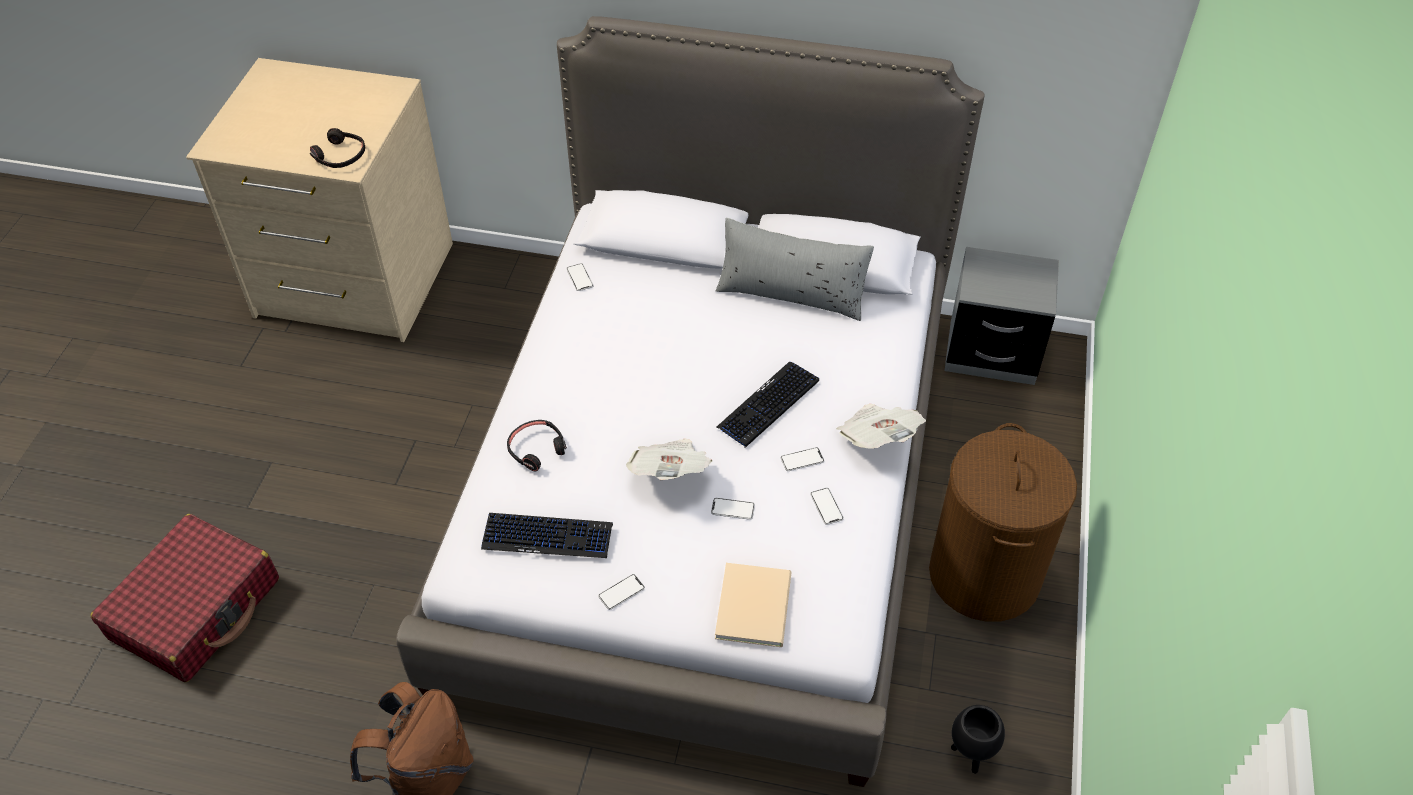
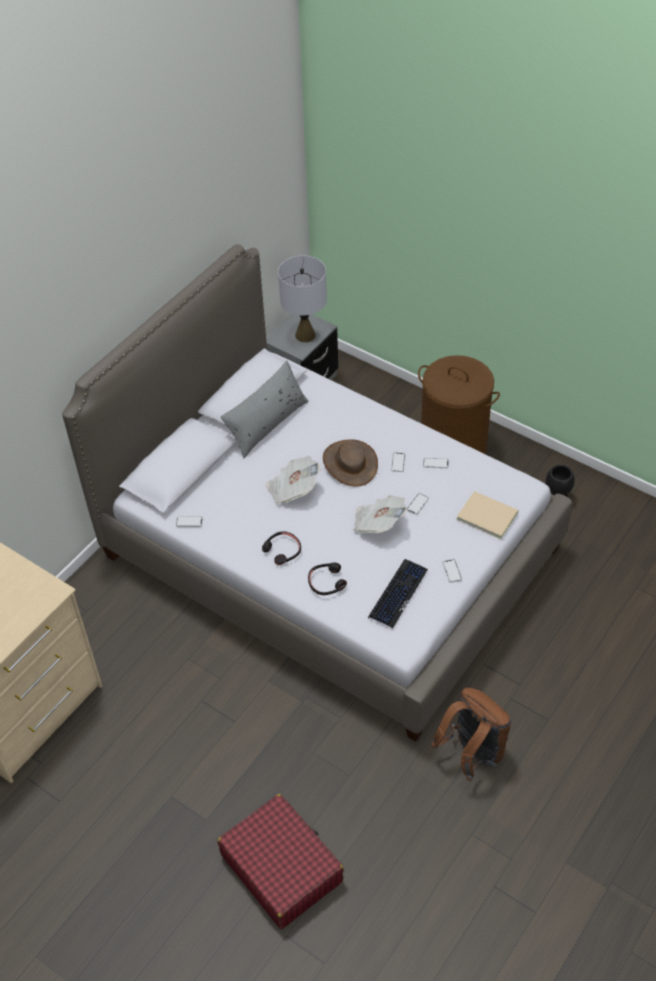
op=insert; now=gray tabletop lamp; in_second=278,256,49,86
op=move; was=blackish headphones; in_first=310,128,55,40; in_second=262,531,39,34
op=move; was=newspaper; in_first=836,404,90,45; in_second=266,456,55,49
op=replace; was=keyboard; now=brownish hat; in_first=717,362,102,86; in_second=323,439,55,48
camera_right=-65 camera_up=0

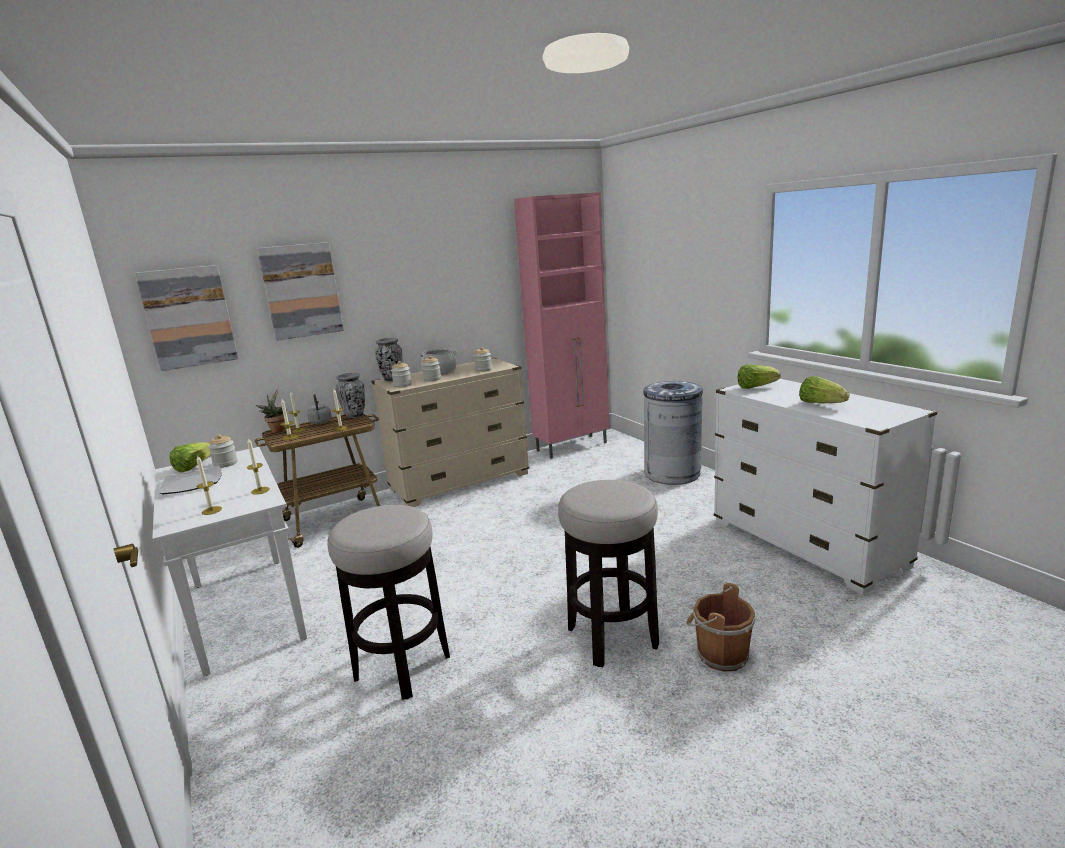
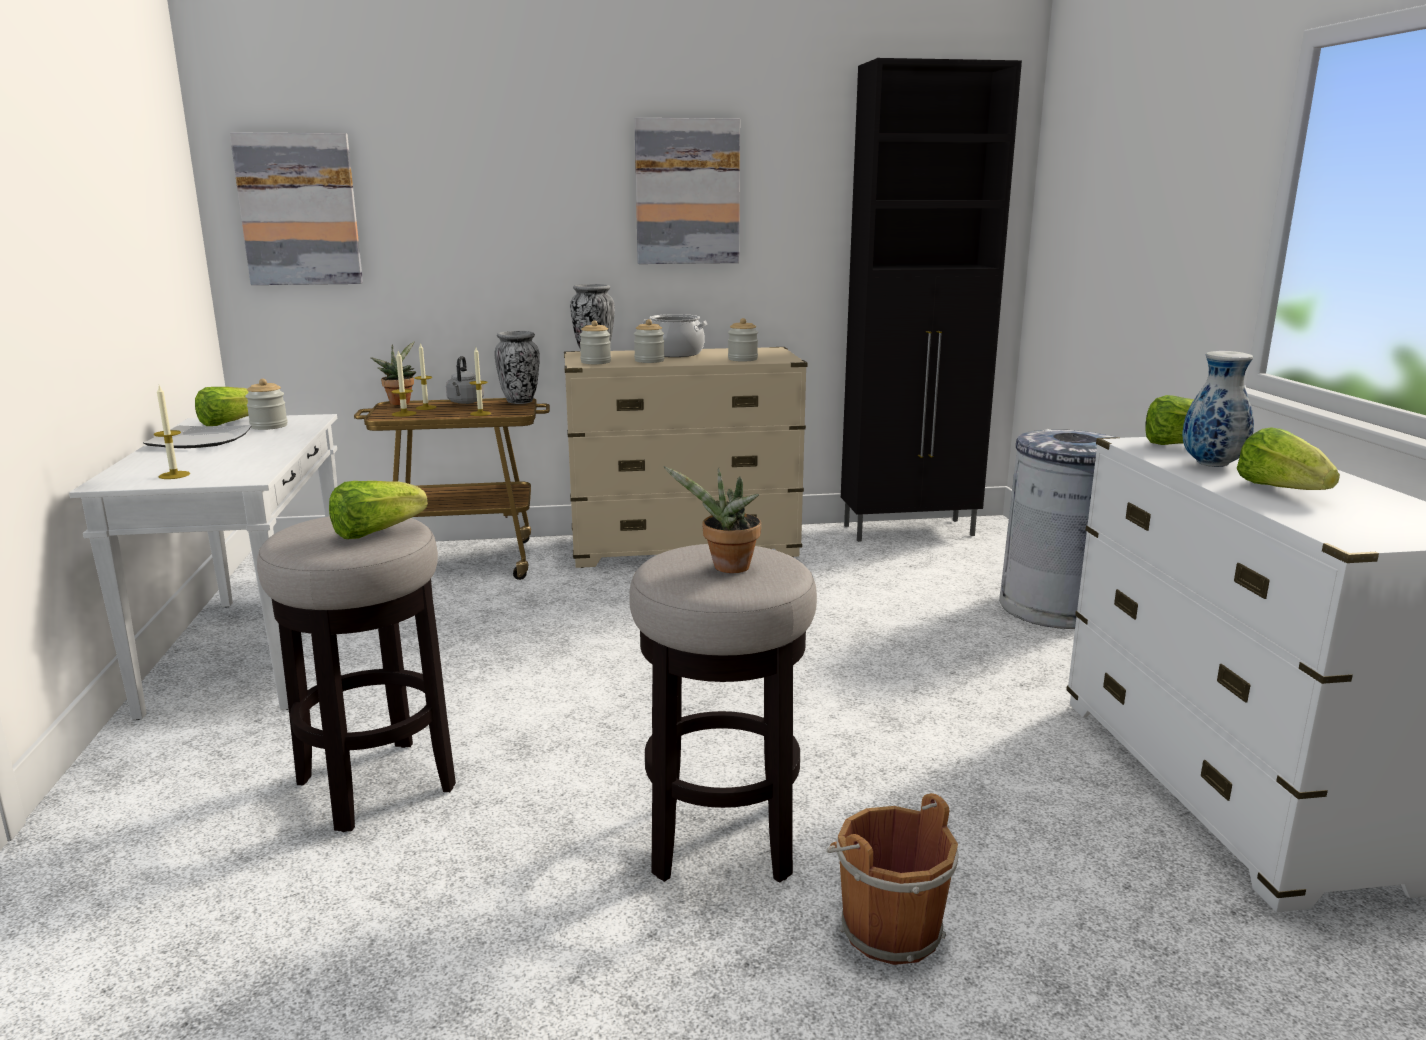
op=delete; was=candle; in_first=247,438,23,57
op=insert; now=head of lettuce; in_second=329,481,99,58
op=insert; now=potted plant; in_second=663,466,98,107
op=insert; now=flower vase; in_second=1182,351,72,116
op=move; was=wall picture; in_first=257,242,87,99; in_second=634,118,106,146
op=recolor; was=pinkish storage cabinet; now=blackish storage cabinet; in_first=514,192,95,267; in_second=841,58,181,484
camera_right=20 camera_up=0

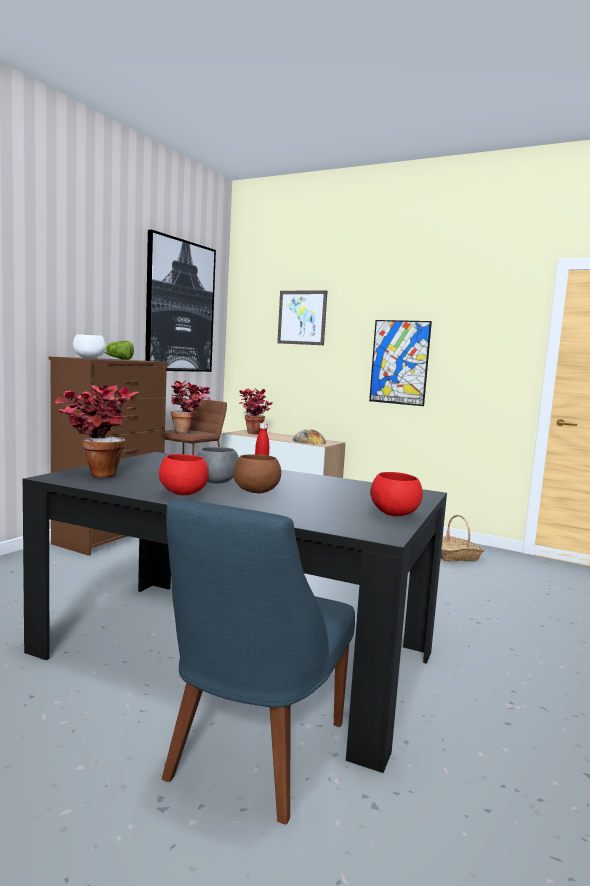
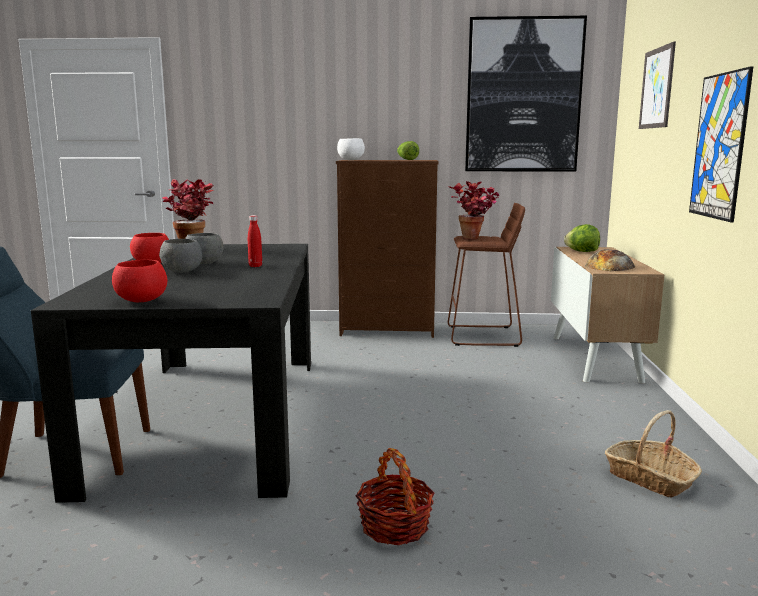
op=insert; now=basket; in_second=356,448,78,97
op=replace; was=potted plant; now=head of lettuce; in_first=239,388,34,46; in_second=564,224,36,28
op=recolor; was=brownish deep dish; now=gray deep dish; in_first=233,455,48,39; in_second=159,239,43,34
camera_right=65 camera_up=5

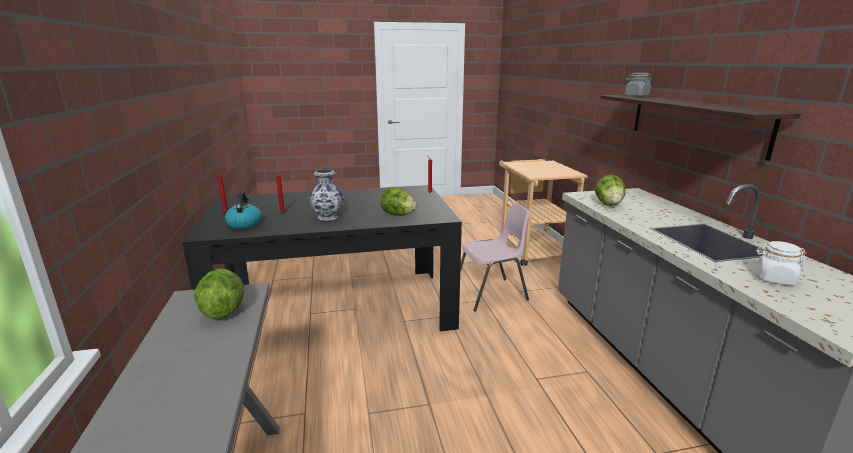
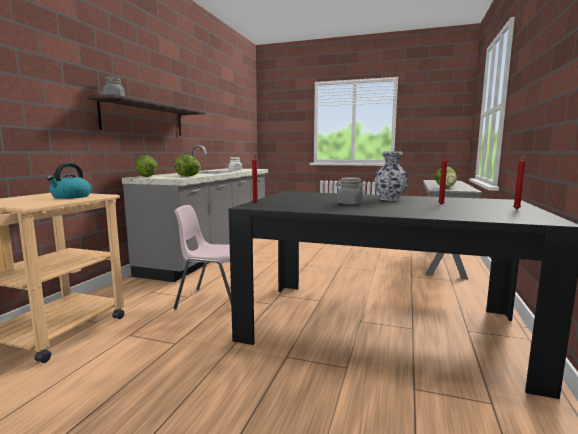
op=insert; now=gray jar; in_second=336,177,29,28
op=move; was=kettle; in_first=225,192,37,37; in_second=47,163,44,36
op=move; was=head of lettuce; in_first=380,187,37,29; in_second=135,155,23,22
camera_right=-150 camera_up=-10

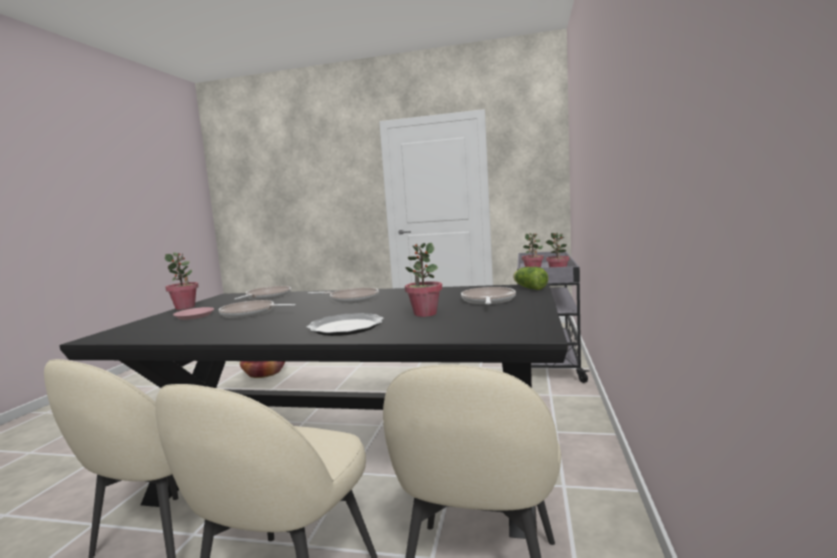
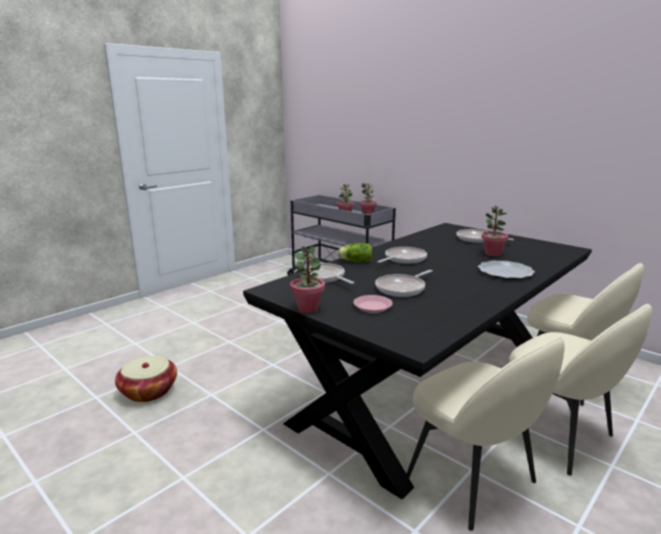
op=move; was=head of lettuce; in_first=513,267,35,23; in_second=338,243,35,19
camera_right=-60 camera_up=10

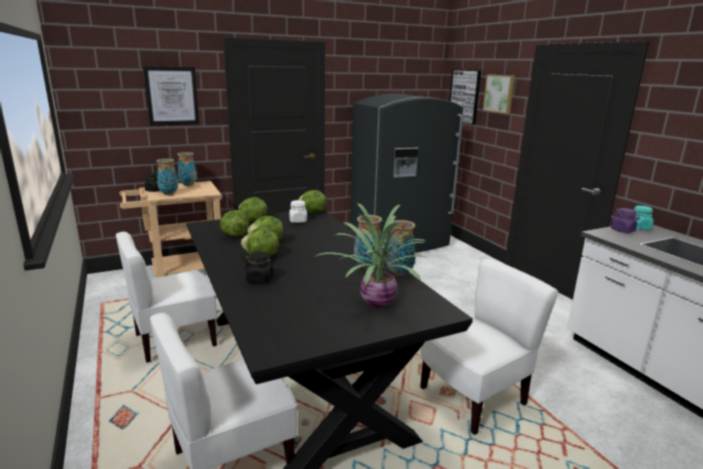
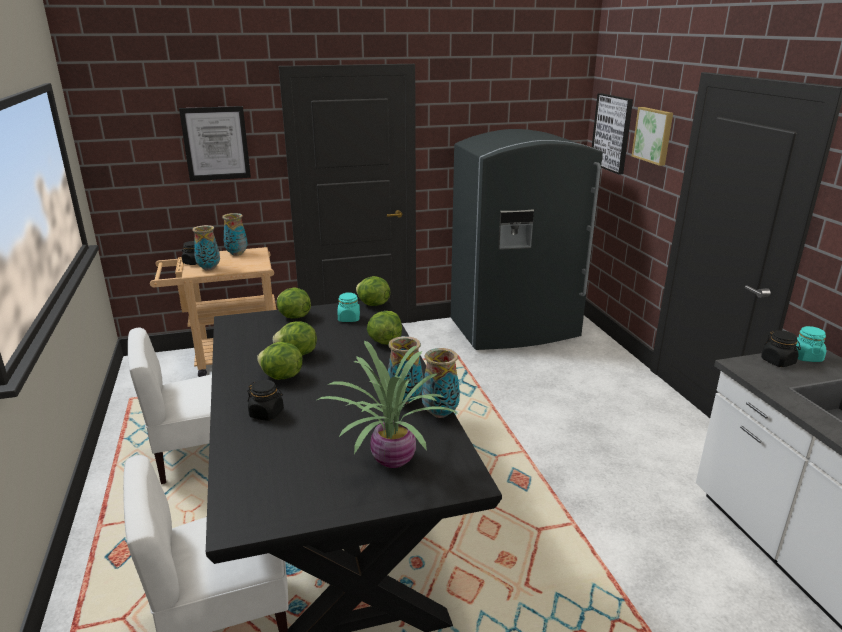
op=delete; was=white chair; in_first=420,258,138,177
op=move; was=head of lettuce; in_first=220,210,29,27; in_second=367,311,35,34
op=recolor; was=white jar; now=turquoise-coloured jar; in_first=289,200,18,23; in_second=338,292,22,30
op=recolor; was=purple jar; now=blackish jar; in_first=611,208,29,25; in_second=761,330,40,37
camera_right=10 camera_up=5

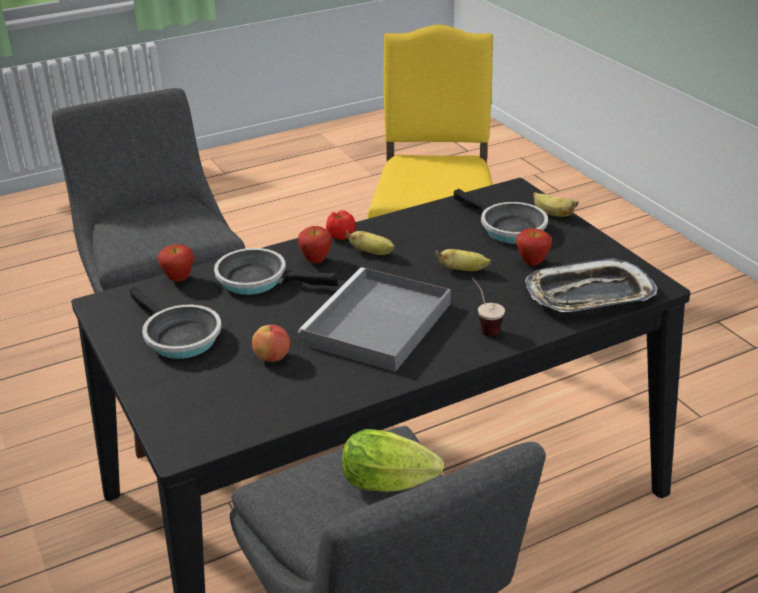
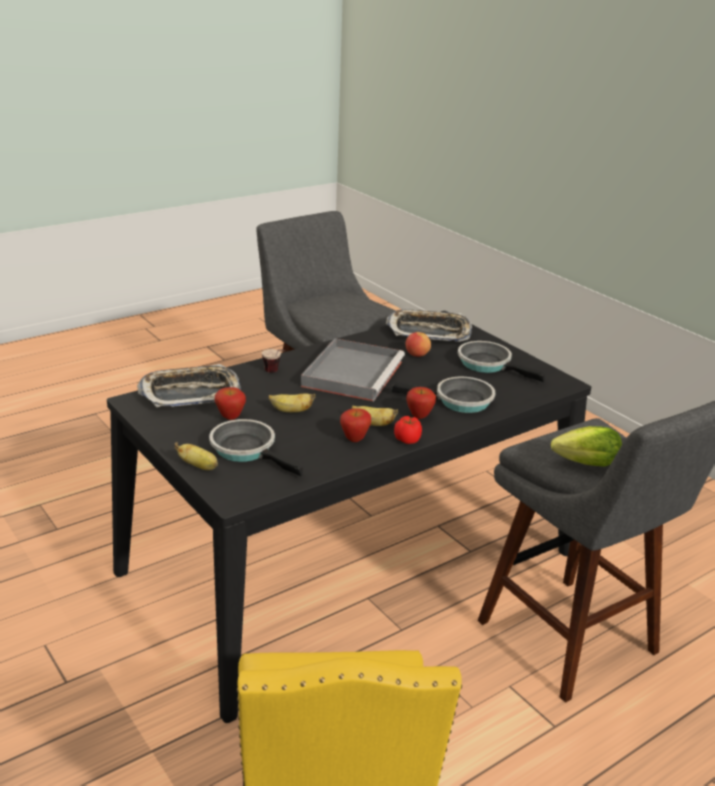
op=insert; now=tray; in_second=386,309,86,33
op=move; was=whole apple; in_first=158,245,36,37; in_second=340,408,31,34
op=move; was=head of lettuce; in_first=342,429,102,63; in_second=551,426,71,41
camera_right=170 camera_up=-5

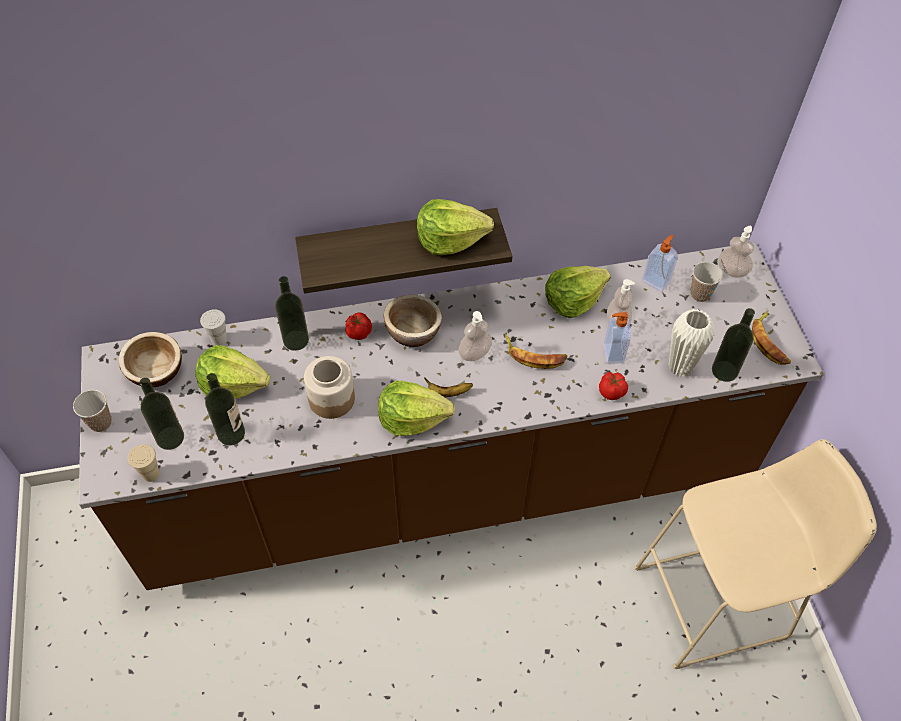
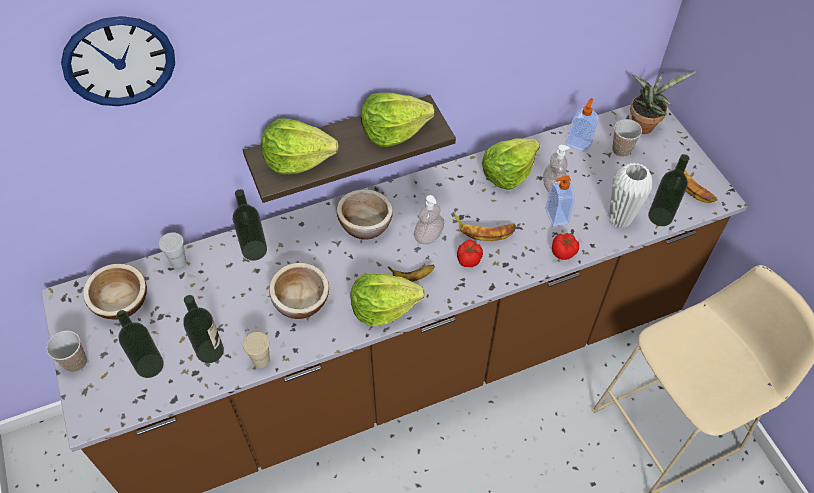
op=insert; now=clock on the wall; in_second=61,16,114,90
op=move; was=beige-coloured drinking cup; in_first=128,444,32,38; in_second=243,332,27,36
op=move; was=head of lettuce; in_first=195,345,75,54; in_second=261,119,78,55
op=move; was=whole tomato; in_first=346,312,26,28; in_second=457,240,26,27
op=replace; was=jar; now=deep dish; in_first=304,356,51,63; in_second=269,263,60,56
op=replace; was=soap bottle; now=potted plant; in_first=718,226,36,52; in_second=630,71,66,63
camera_right=-10 camera_up=0

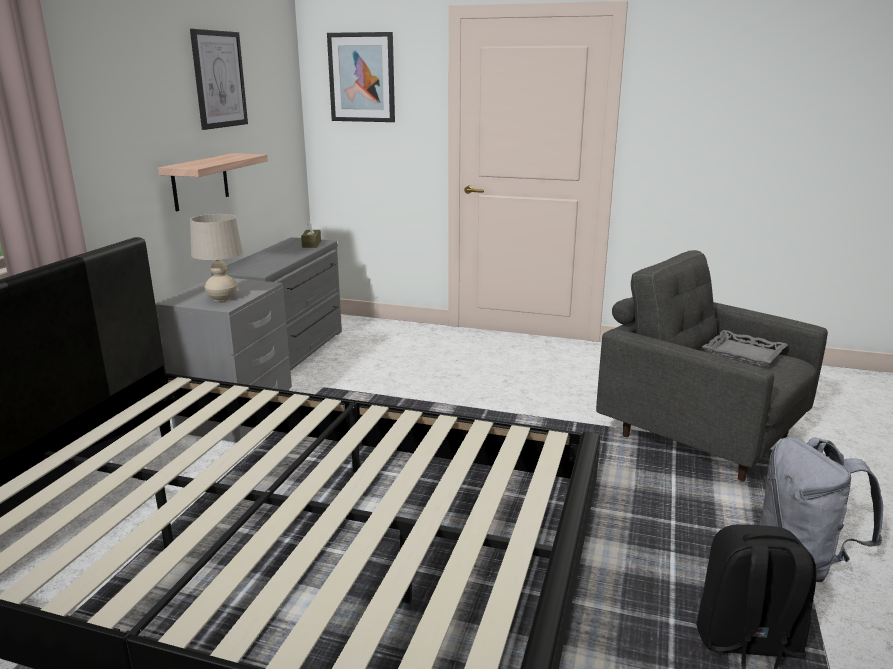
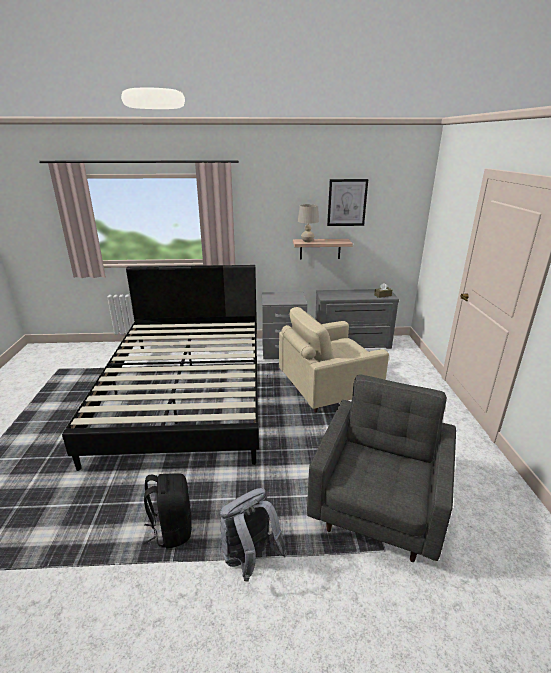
op=delete; was=wall picture; in_first=327,32,68,90
op=delete; was=gray tray; in_first=702,330,86,37
op=insert; now=beige-coloured lounge chair; in_second=279,307,110,106
op=move; was=beige-coloured tabletop lamp; in_first=190,214,53,87; in_second=298,204,21,39
camera_right=70 camera_up=5

